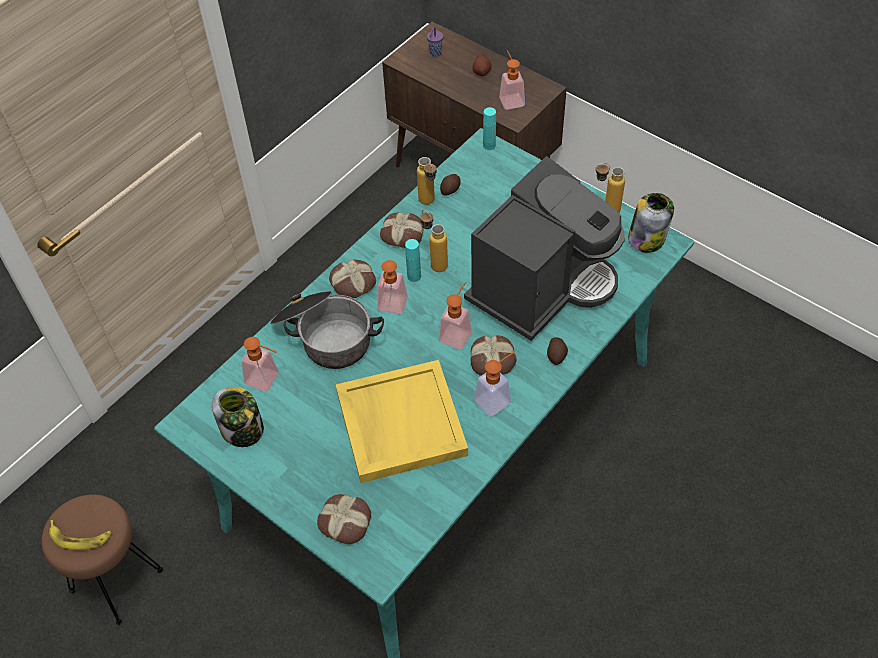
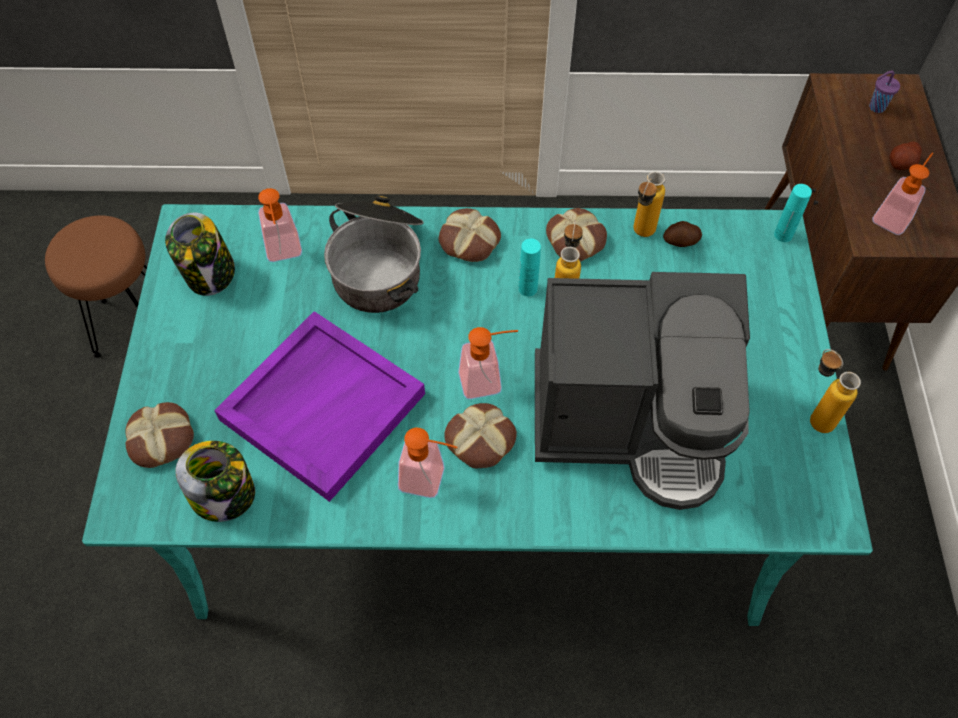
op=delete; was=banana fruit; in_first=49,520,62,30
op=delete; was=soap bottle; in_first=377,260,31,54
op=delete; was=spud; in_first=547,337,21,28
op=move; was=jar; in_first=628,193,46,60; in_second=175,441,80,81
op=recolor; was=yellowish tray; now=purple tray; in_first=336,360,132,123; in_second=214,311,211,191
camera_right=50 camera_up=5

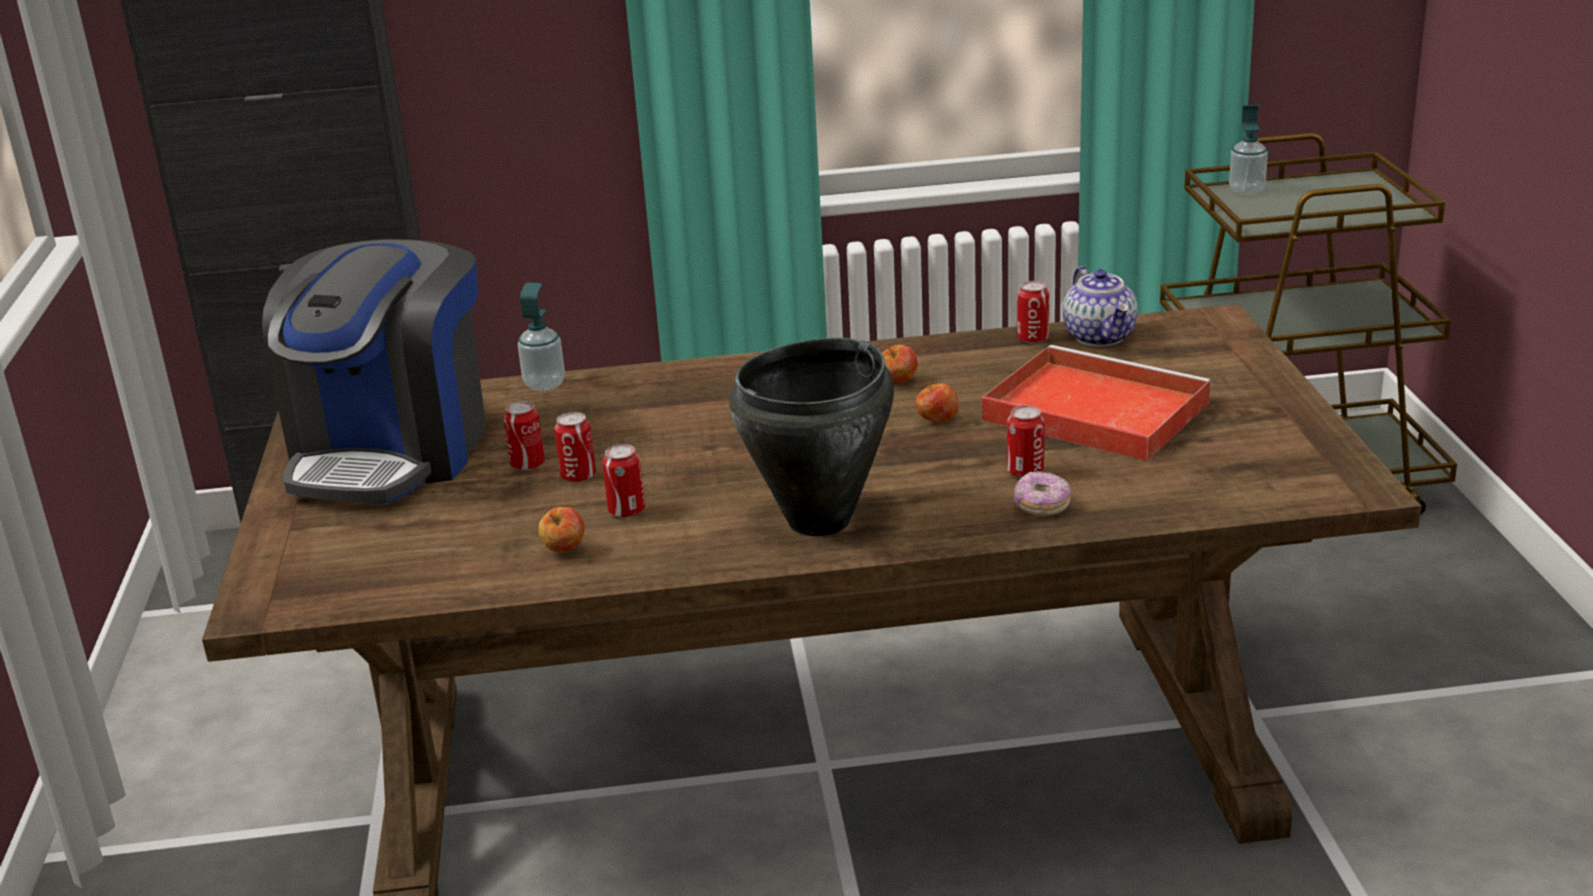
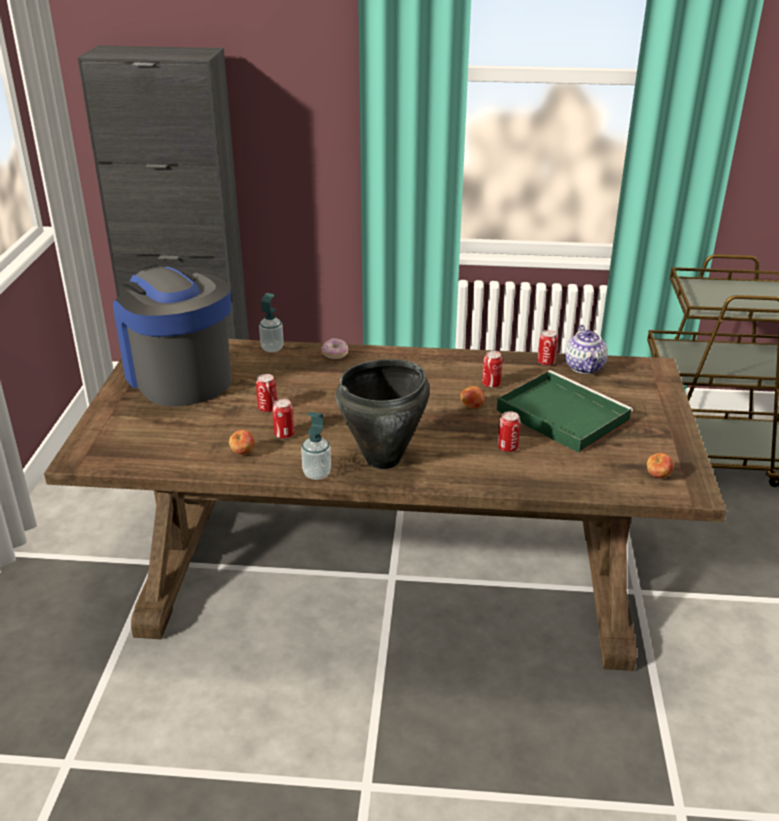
op=move; was=can; in_first=503,401,42,70; in_second=482,351,20,37
op=move; was=whole apple; in_first=882,345,36,38; in_second=647,453,26,25
op=move; was=ring doughnut; in_first=1014,471,57,45; in_second=321,338,27,21
op=move; was=soap bottle; in_first=1229,104,39,92; in_second=301,412,30,68
op=recolor; was=red tray; now=green-coloured tray; in_first=981,345,231,116; in_second=497,370,136,83
op=rotate; was=coffee maker; in_first=262,239,224,264; in_second=113,265,119,141; clockwise=120
camera_right=10 camera_up=5

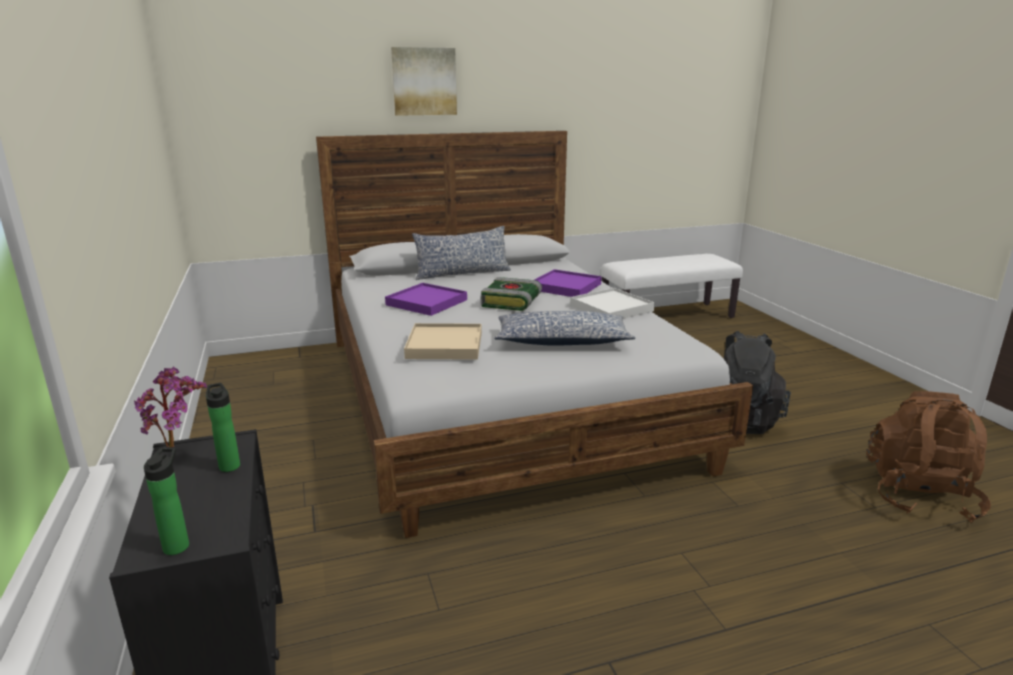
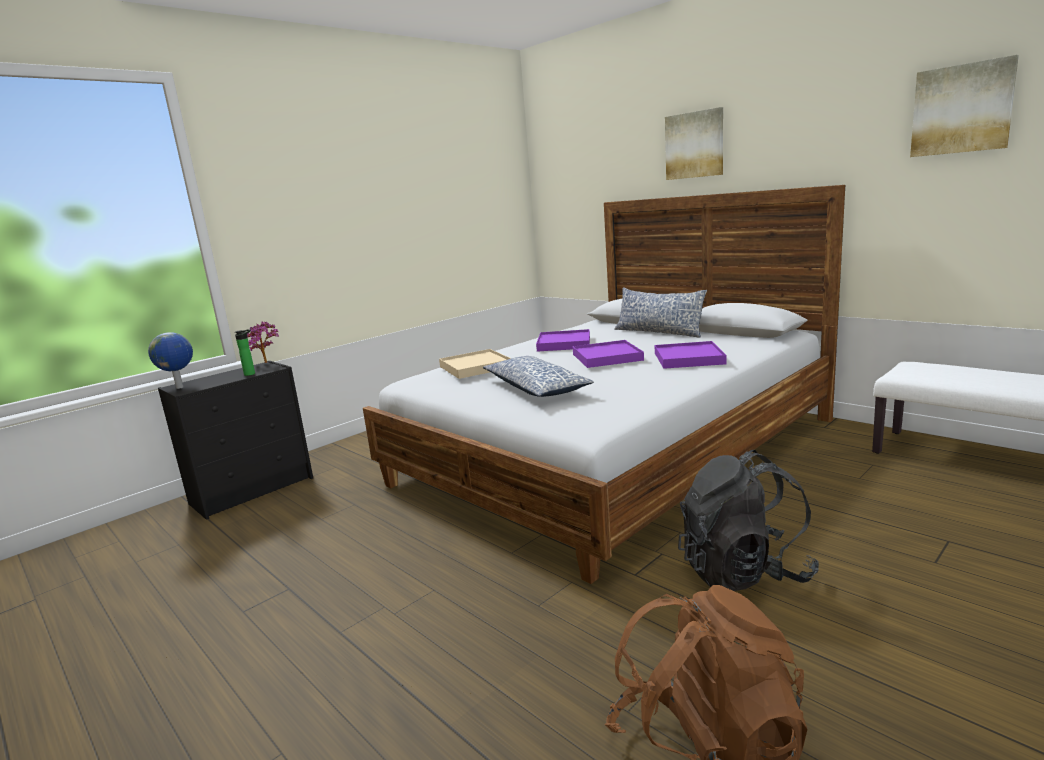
op=delete; was=white tray; in_first=570,288,85,31
op=insert; now=wall picture; in_second=910,55,109,102
op=replace; was=bottle; now=world globe; in_first=144,448,45,107; in_second=148,332,45,57
op=replace; was=volume; now=purple tray; in_first=481,277,61,34; in_second=572,340,72,28
camera_right=65 camera_up=-5

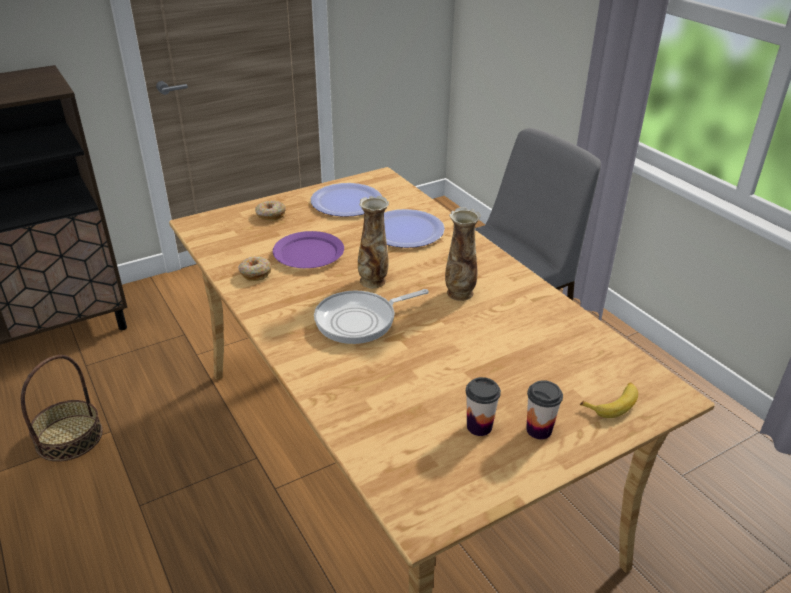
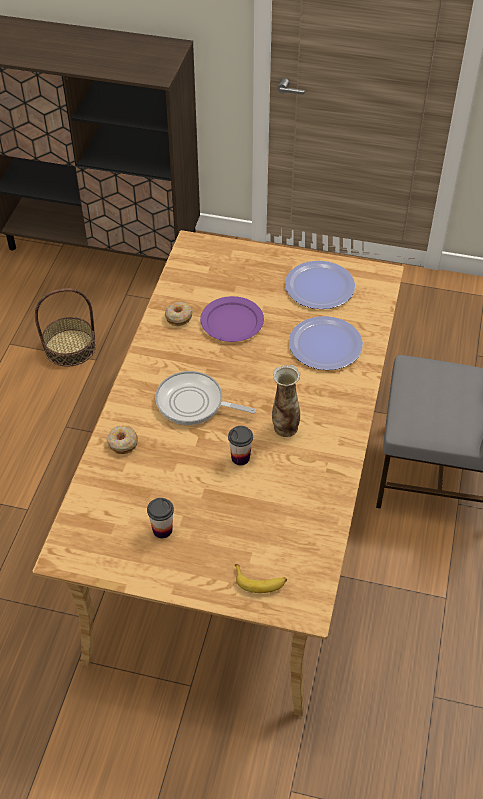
op=delete; was=flower vase; in_first=358,196,31,92
op=move; was=ring doughnut; in_first=255,201,31,20; in_second=107,426,31,28
op=move; was=drinking cup; in_first=526,380,37,59; in_second=228,426,25,39
camera_right=45 camera_up=15

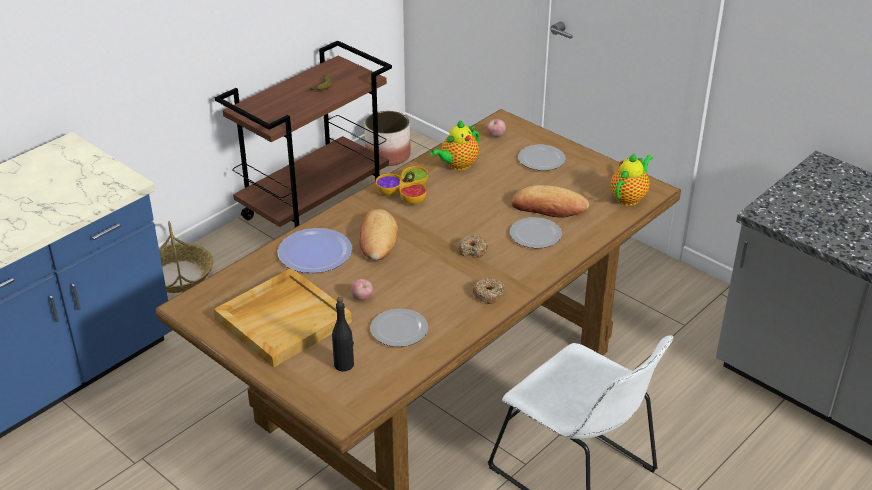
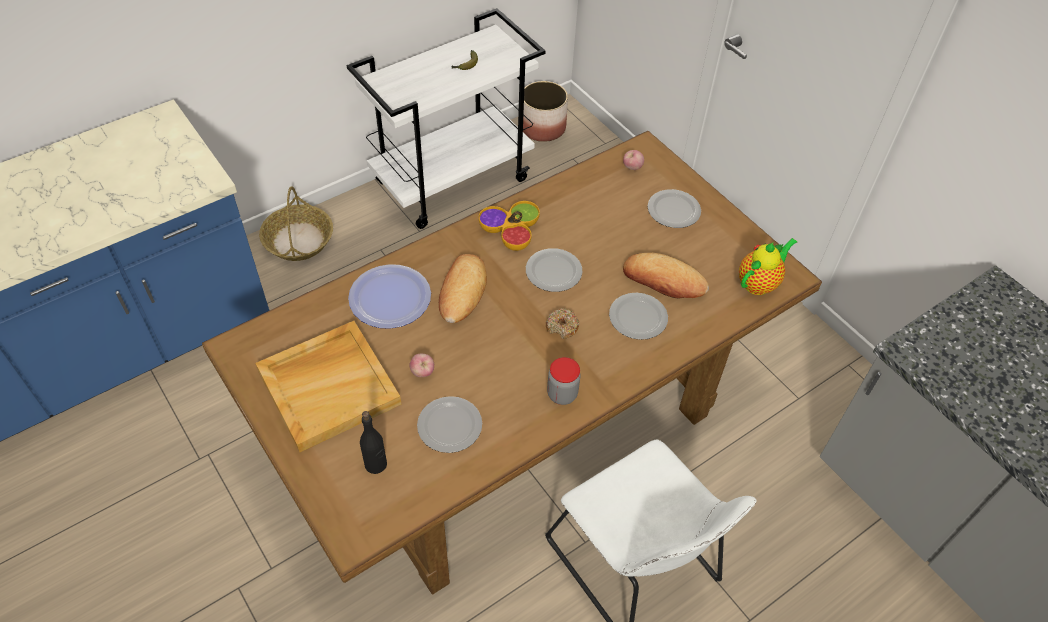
op=delete; was=pot for tea; in_first=430,120,50,51
op=insert; now=plate; in_second=526,248,56,44
op=replace; was=ring doughnut; now=jar; in_first=473,278,32,26; in_second=547,357,34,48
op=recolor; was=brownish wheeled cart; now=white wheeled cart; in_first=215,41,177,186; in_second=346,8,200,221
camera_right=10 camera_up=15

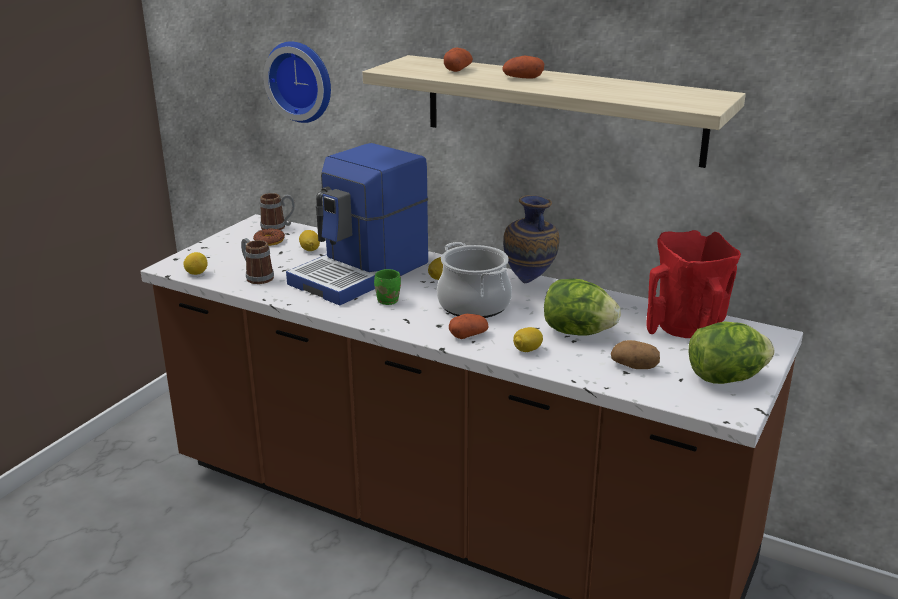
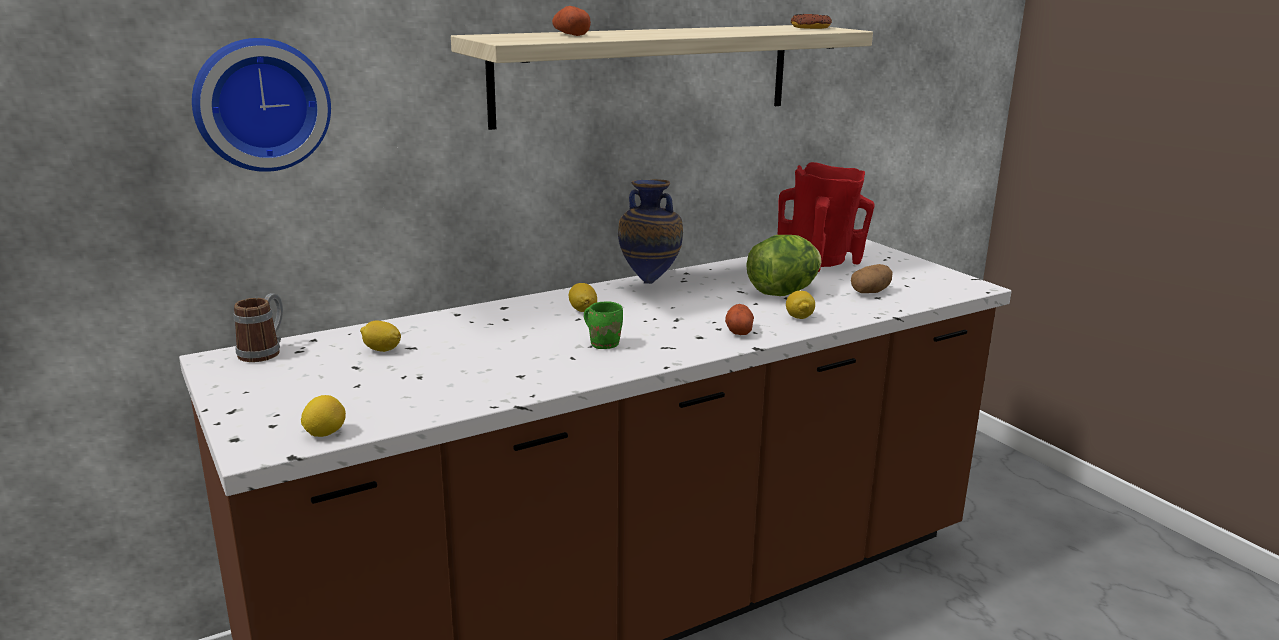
op=delete; was=tea mug; in_first=241,238,33,46
op=delete; was=coffee maker; in_first=286,143,142,163
op=delete; was=cooking pot; in_first=437,242,75,76
op=delete; was=spud; in_first=503,56,41,23
op=delete; was=head of lettuce; in_first=689,321,85,63
op=move; was=ring doughnut; in_first=253,228,32,18; in_second=791,14,41,15
camera_right=-60 camera_up=-5

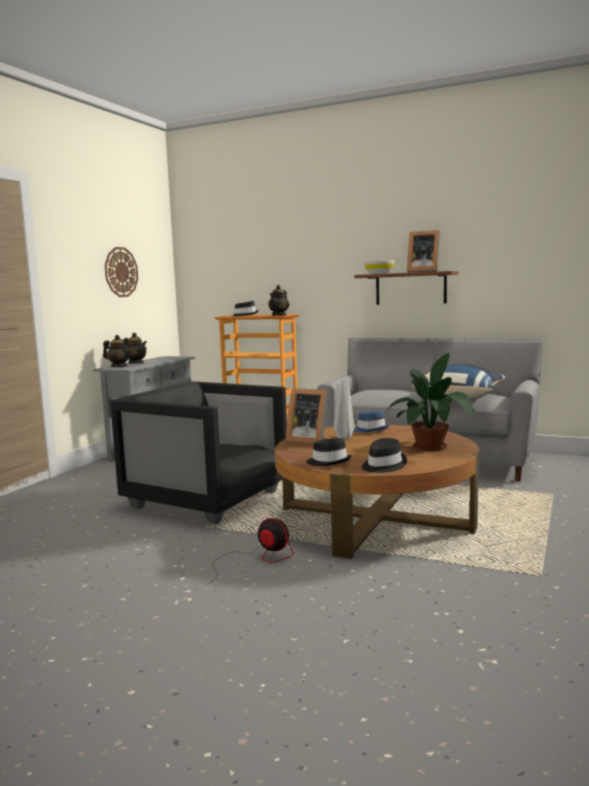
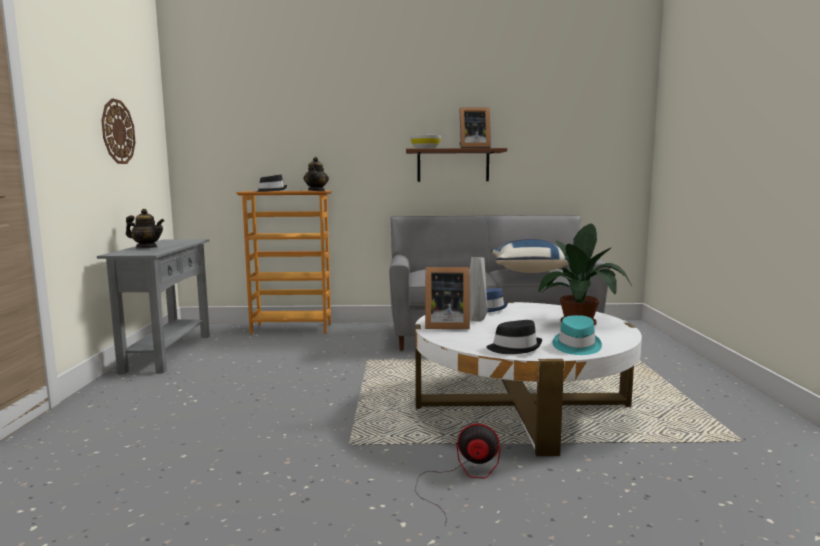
op=delete; was=pot for tea; in_first=103,335,30,32
op=delete; was=blackish lounge chair; in_first=110,381,177,143
op=recolor; was=brownish low table; now=white low table; in_first=275,424,204,135; in_second=415,302,227,154
op=recolor; was=blackish hat; now=turquoise-coloured hat; in_first=362,438,45,35; in_second=553,315,49,40
camera_right=-25 camera_up=0

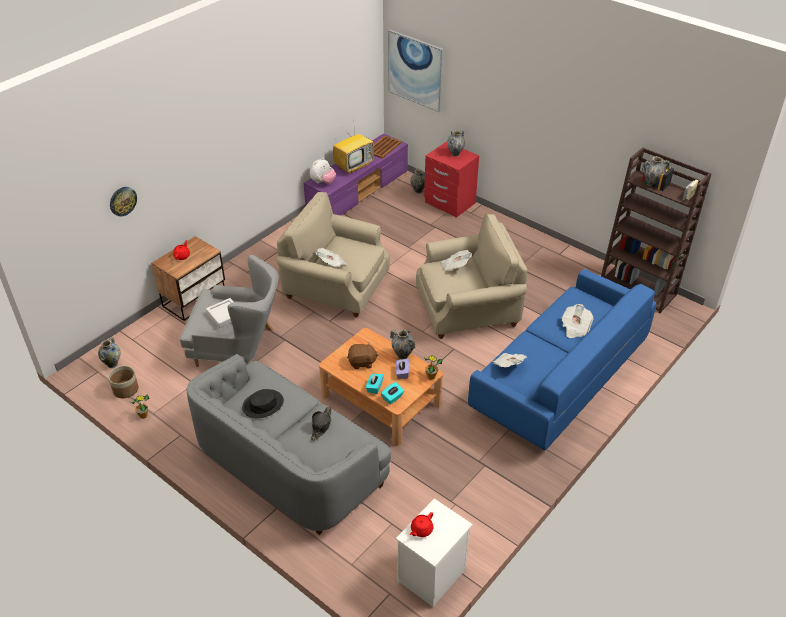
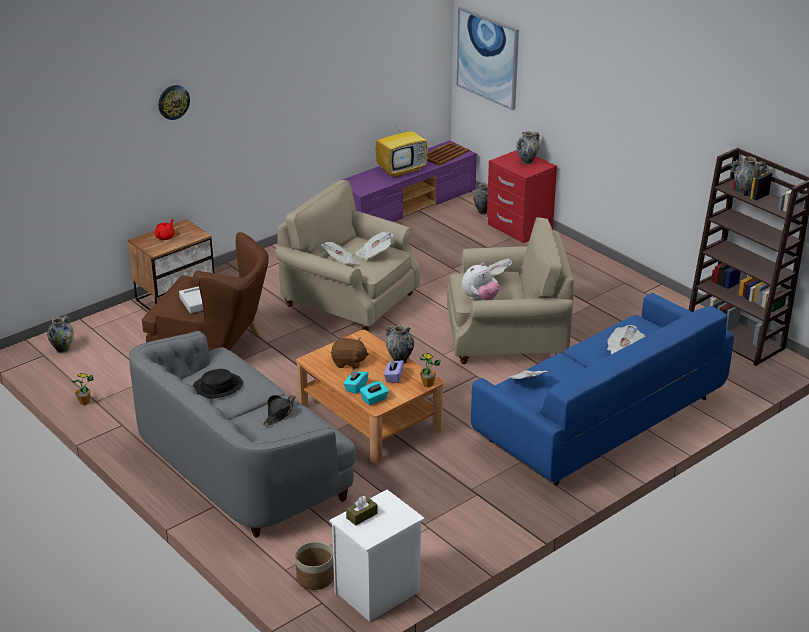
op=insert; now=newspaper; in_second=355,231,38,29
op=move; was=flower pot; in_first=108,366,30,32; in_second=295,542,39,48
op=move; was=clock on the wall; in_first=110,187,27,29; in_second=158,85,32,35
op=move; was=plush toy; in_first=310,158,26,26; in_second=462,263,38,37
op=replace; was=red pot for tea; now=brownish tissue holder; in_first=410,512,23,25; in_second=346,496,32,30
op=recolor; was=gray lounge chair; now=brownish lounge chair; in_first=180,255,99,112; in_second=141,232,128,119
camera_right=10 camera_up=-10

